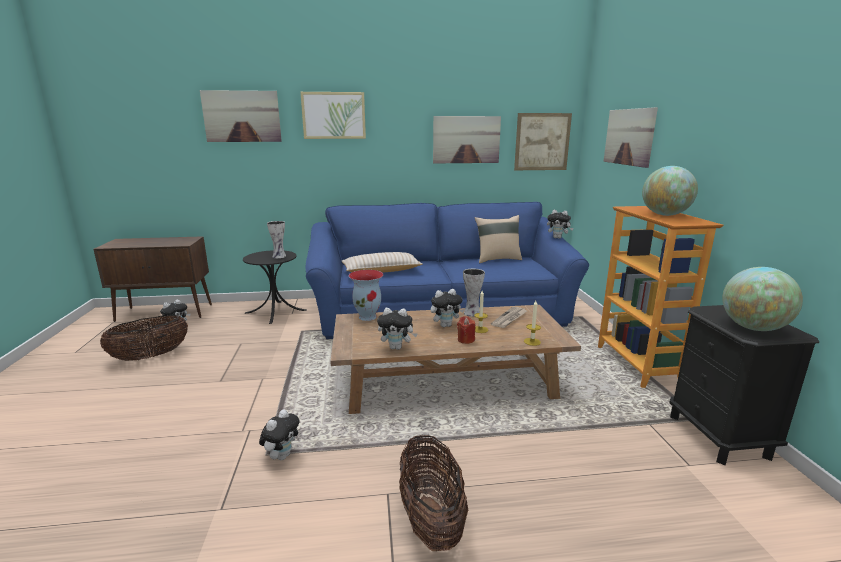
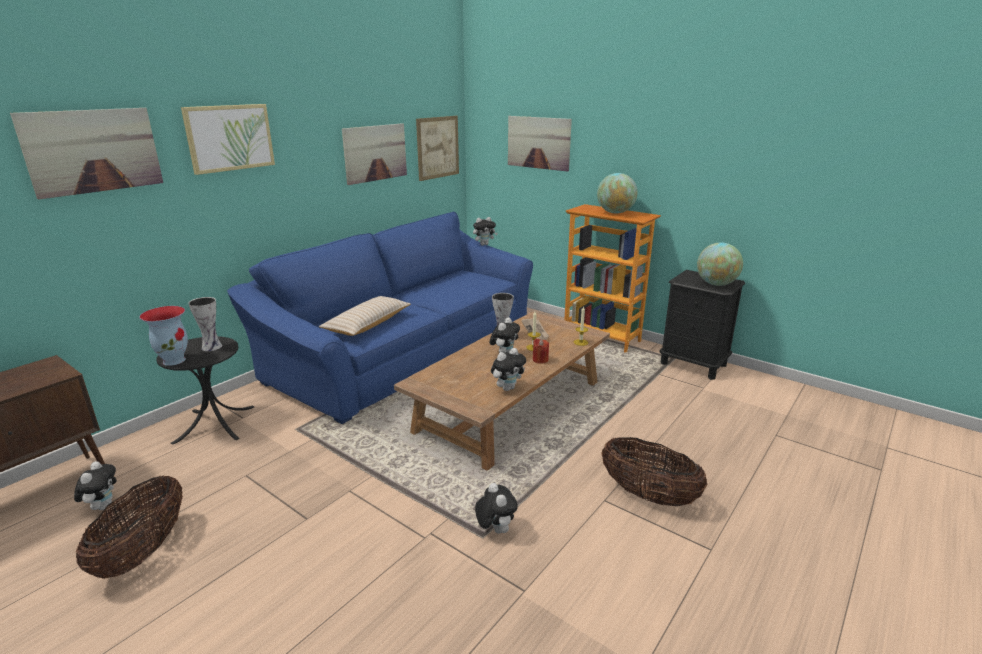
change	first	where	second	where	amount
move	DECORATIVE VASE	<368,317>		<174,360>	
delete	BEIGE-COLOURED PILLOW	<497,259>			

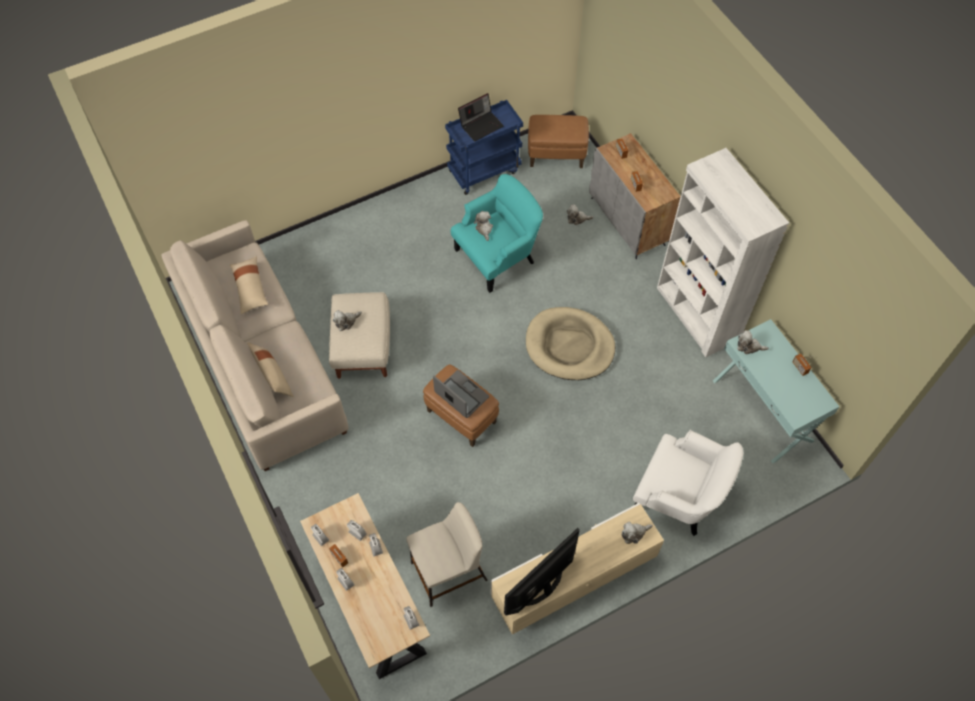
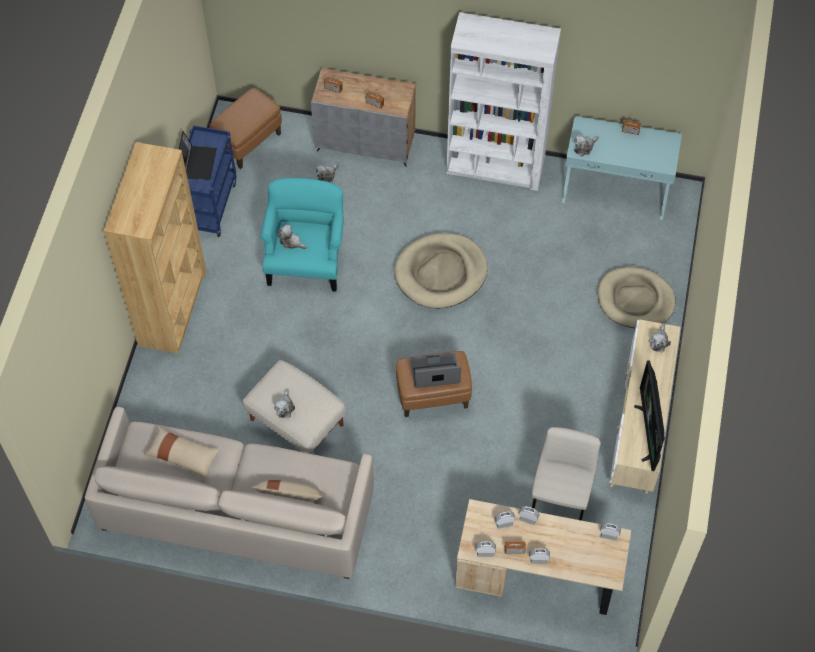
change	first	where	second	where	amount
insert			BROWN BOOKCASE	<172,307>	
replace	WHITE ARMCHAIR	<679,496>	BEIGE-COLOURED DOG BED	<635,300>	

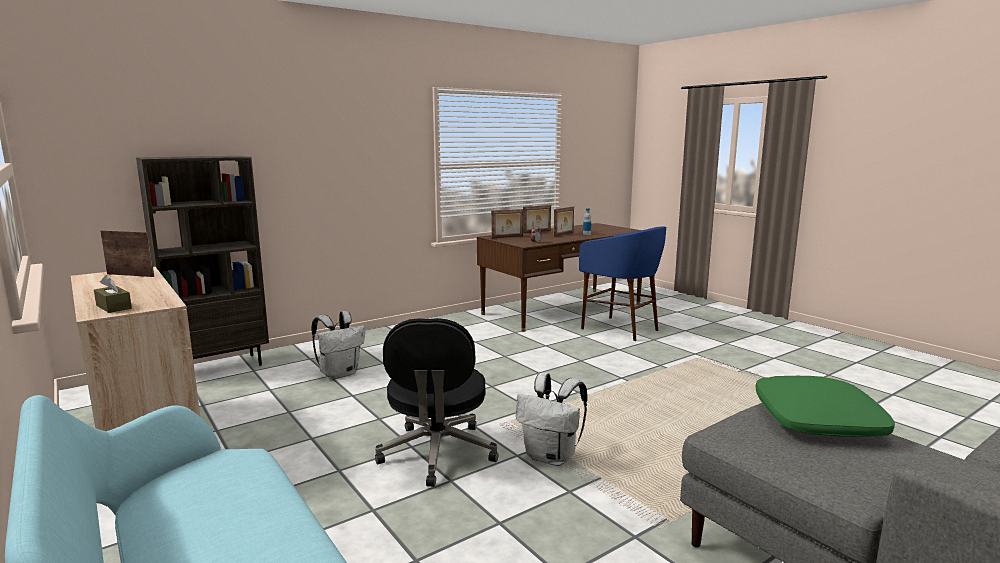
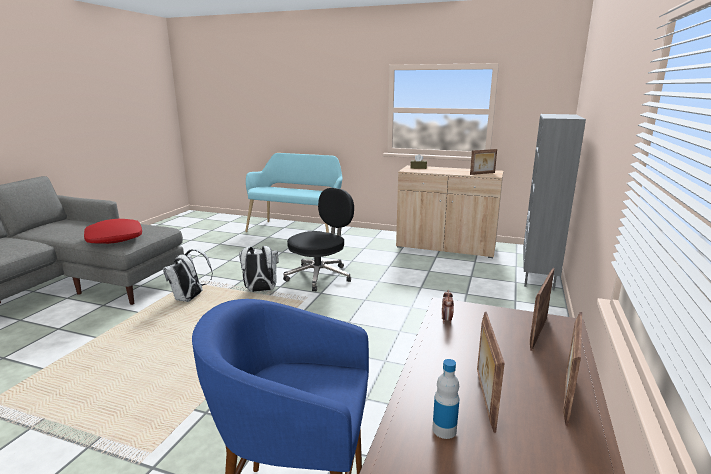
change	first	where	second	where	amount
recolor	GREEN-COLOURED PILLOW	<818,420>	RED-COLOURED PILLOW	<114,238>	
move	WHITE KNAPSACK	<340,373>		<190,298>	
rotate	BLACK-COLOURED COMPUTER CHAIR	<437,454>		<320,276>	75 degrees clockwise
recolor	BROWN BOOKCASE	<219,367>	GREY BOOKCASE	<539,277>	

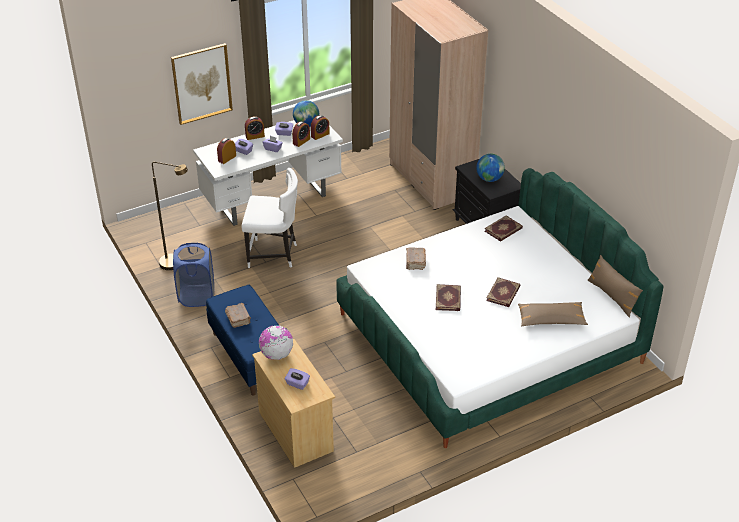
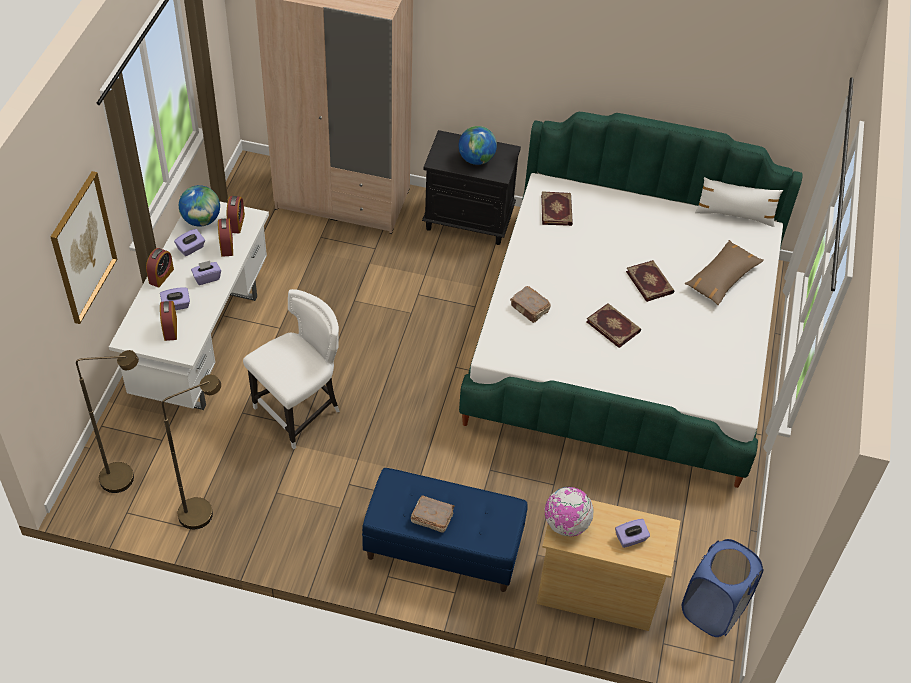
change	first	where	second	where	amount
insert			BROWN FLOOR LAMP	<127,477>	
move	BLUISH WASHING BASKET	<196,296>		<713,610>	
recolor	BROWN PILLOW	<612,296>	WHITE PILLOW	<734,215>	

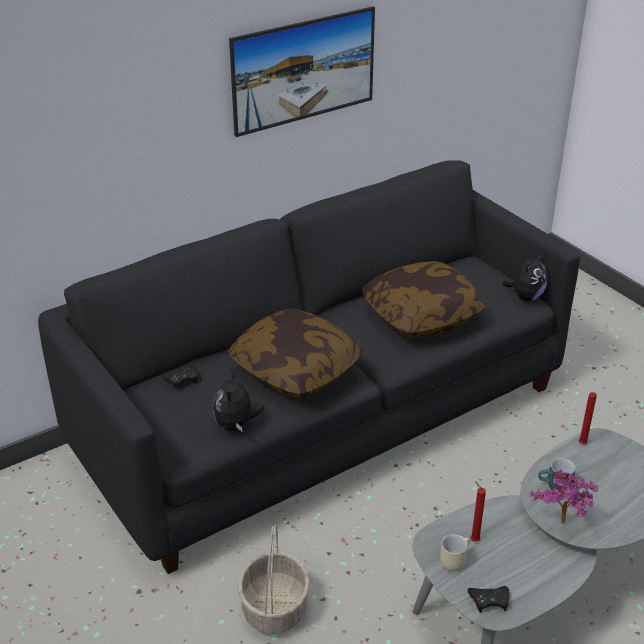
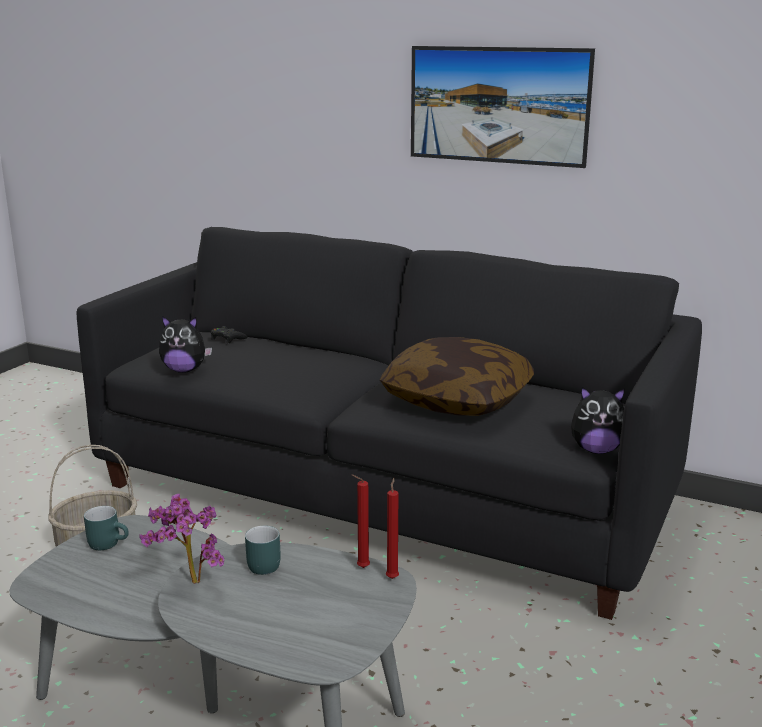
change	first	where	second	where	amount
recolor	BEIGE-COLOURED COFFEE MUG	<453,559>	TURQUOISE COFFEE MUG	<109,543>	
rotate	SOFT TOY	<236,425>		<184,370>	150 degrees counterclockwise
move	RED-COLOURED WAX LIGHT	<473,539>		<392,577>	
delete	PILLOW	<295,369>			
delete	BLACK-COLOURED GAMEPAD	<489,600>			

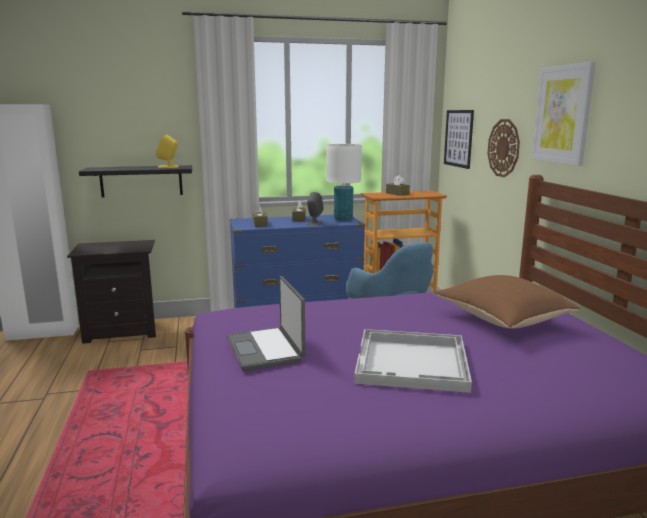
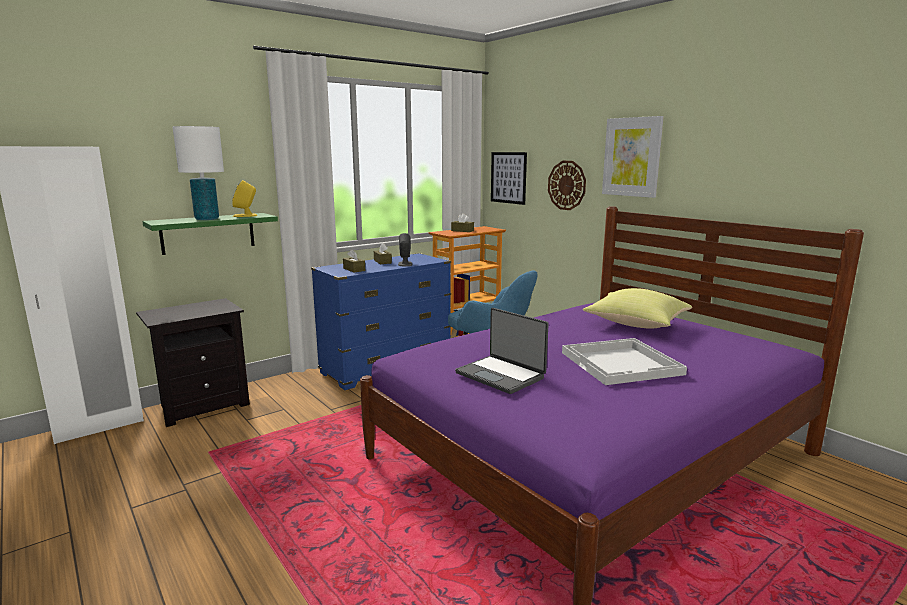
change	first	where	second	where	amount
recolor	BLACK-COLOURED SHELF	<141,181>	GREEN-COLOURED SHELF	<208,233>	
move	WHITE LAMP FOR A TABLE	<343,219>		<207,219>	
recolor	BROWN PILLOW	<500,320>	YELLOW-COLOURED PILLOW	<634,325>	

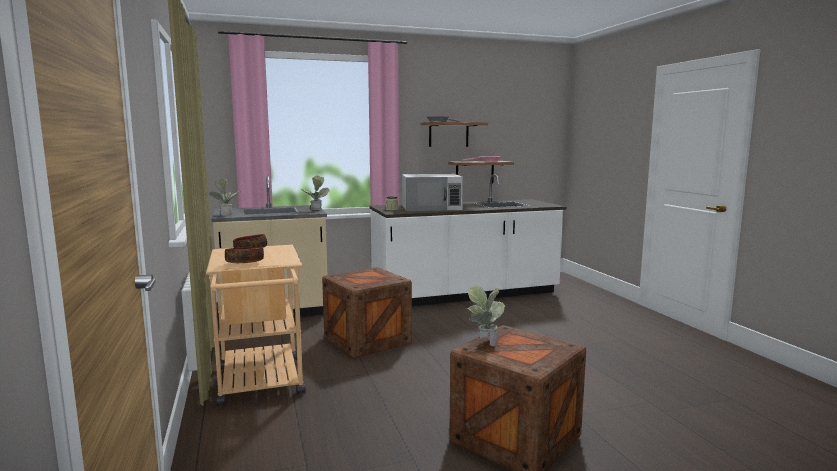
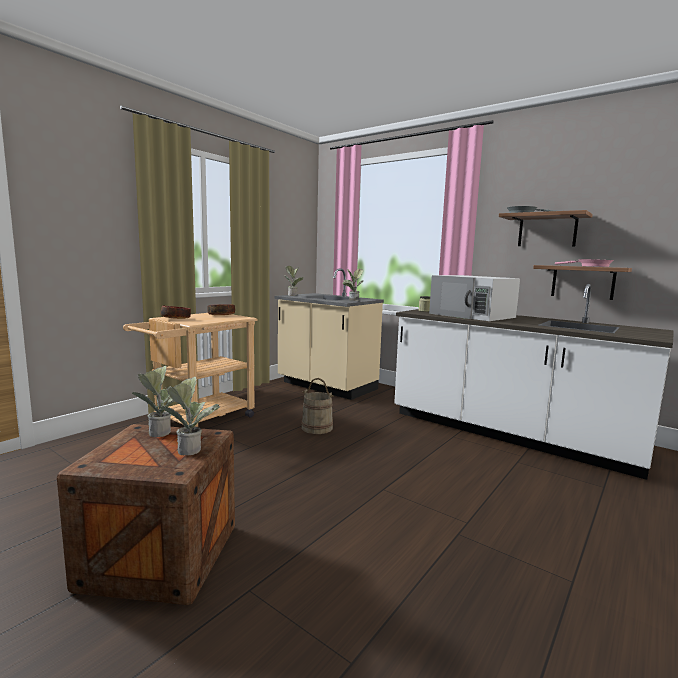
change	first	where	second	where	amount
insert			PLANT IN A POT	<190,448>	
replace	SHIPPING CRATE	<367,341>	BEIGE-COLOURED BUCKET	<317,427>	

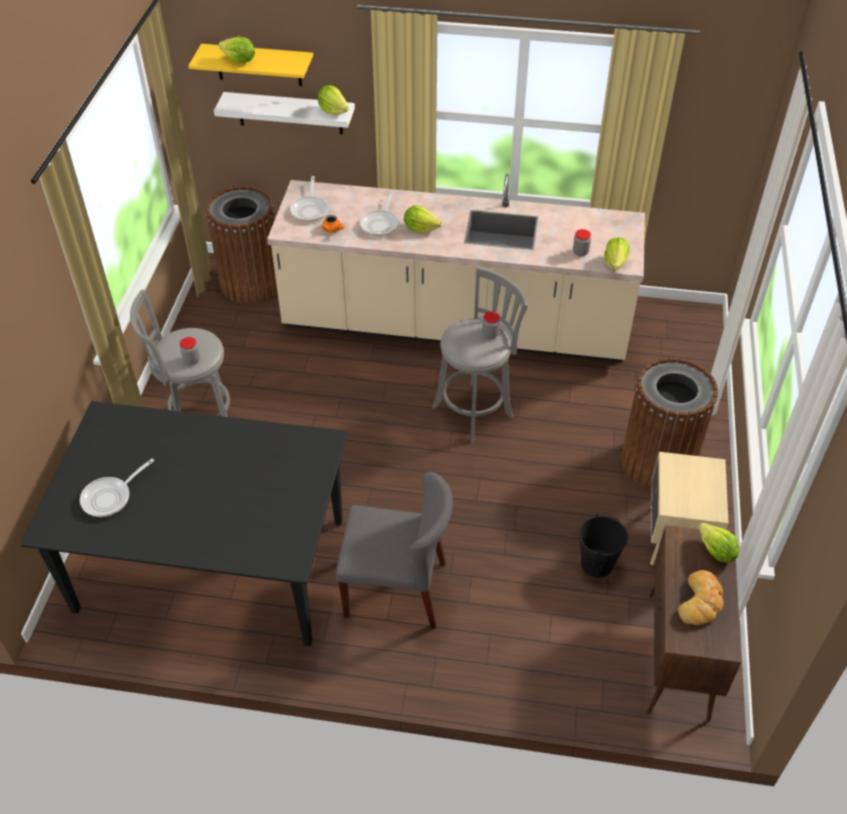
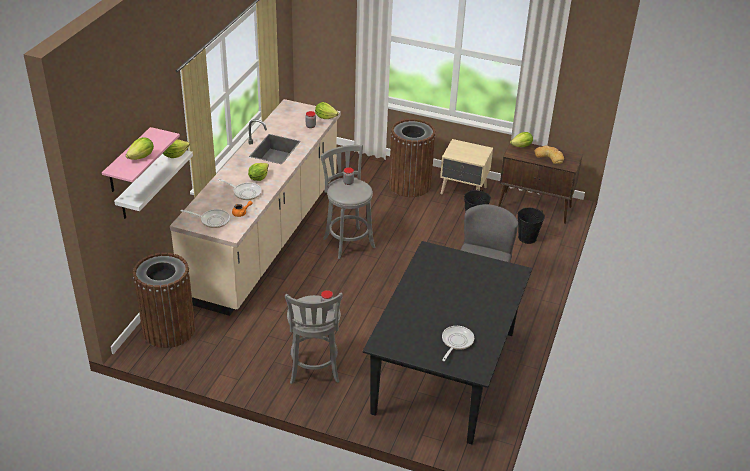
change	first	where	second	where	amount
recolor	YELLOW-COLOURED SHELF	<259,65>	PINK-COLOURED SHELF	<128,161>	
rotate	SKILLET	<110,497>		<456,342>	120 degrees counterclockwise
insert			BLACK-COLOURED BUCKET	<527,238>	

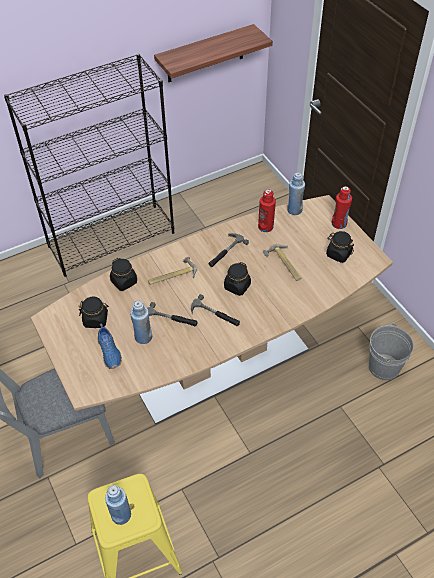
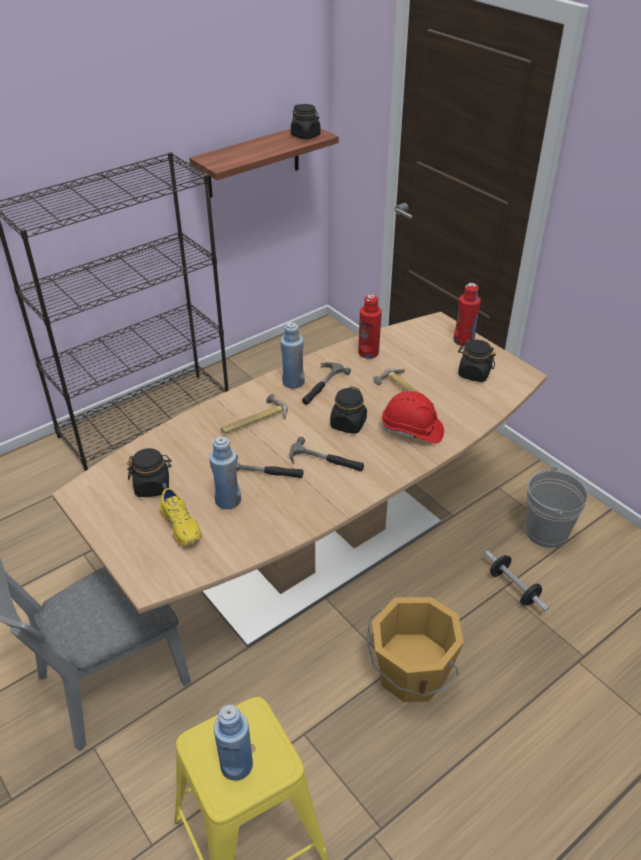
change	first	where	second	where	amount
recolor	BLUISH ITEM OF FOOTWEAR	<110,352>	YELLOW-COLOURED ITEM OF FOOTWEAR	<181,525>	
move	BLUISH DRINK BOTTLE	<294,210>		<293,382>	
move	BLACK-COLOURED JAR	<124,282>		<305,135>	
insert			ORANGE BUCKET	<411,674>	
insert			RED-COLOURED HARD HAT	<412,430>	
insert			FREE WEIGHT	<513,588>	

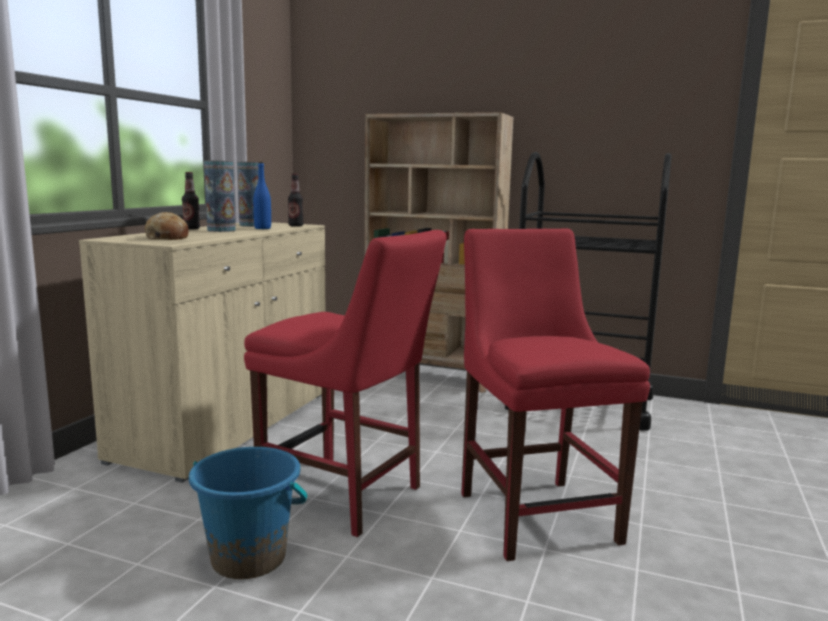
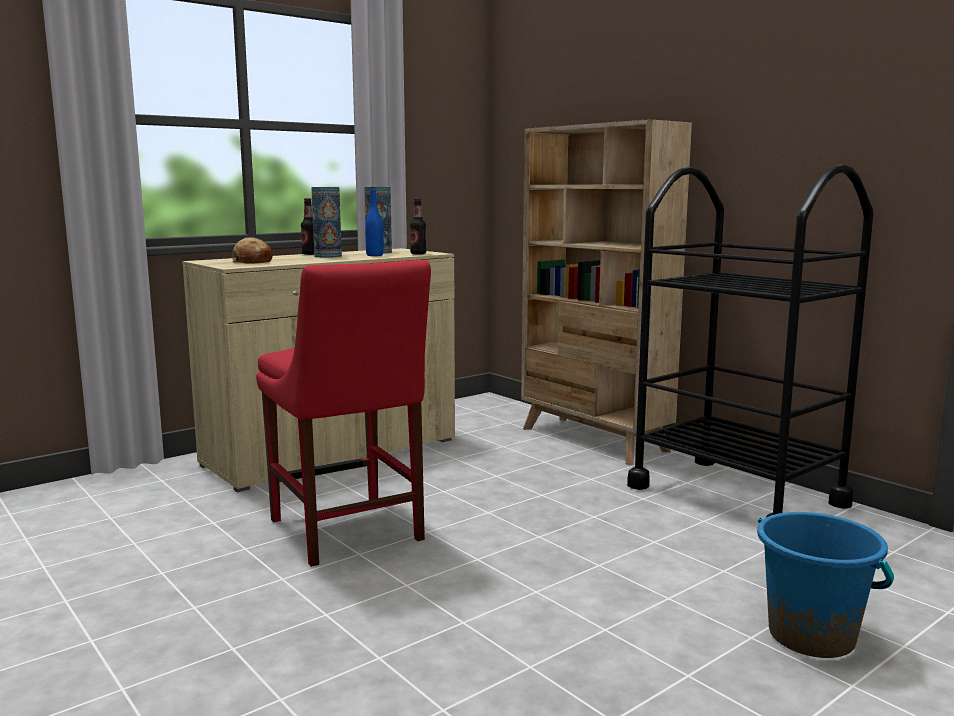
change	first	where	second	where	amount
move	BLUISH BUCKET	<249,558>		<812,636>	
delete	RED-COLOURED CHAIR	<534,513>			

